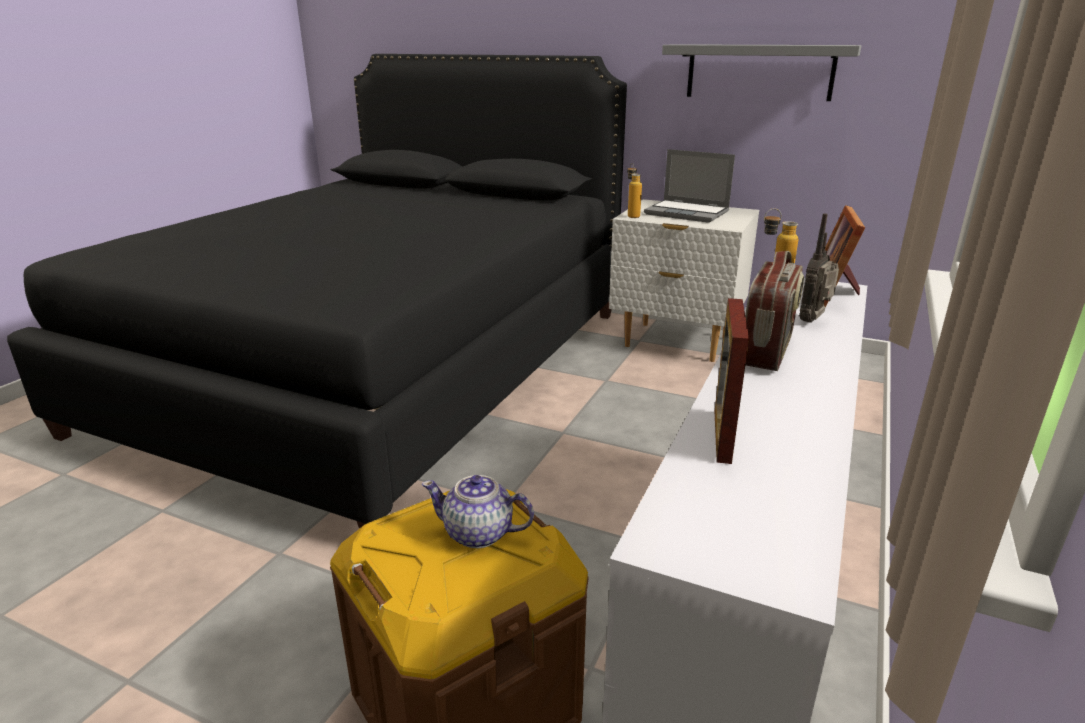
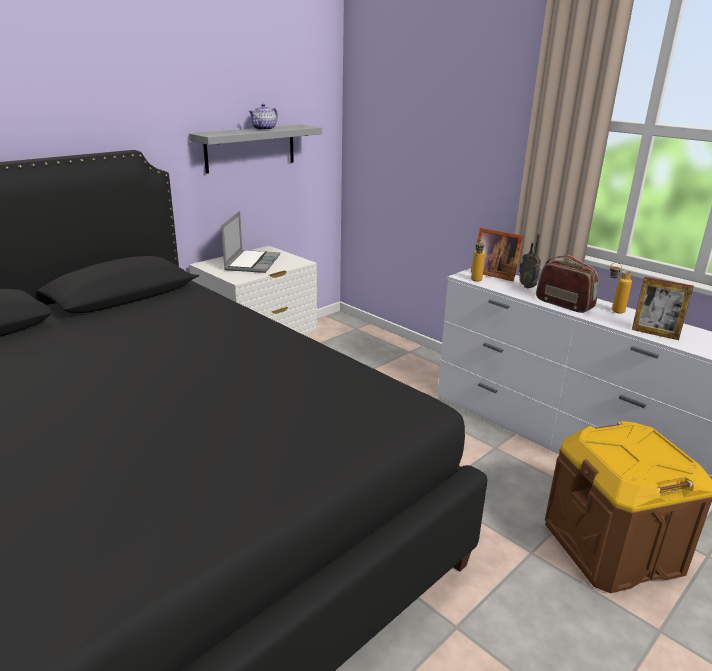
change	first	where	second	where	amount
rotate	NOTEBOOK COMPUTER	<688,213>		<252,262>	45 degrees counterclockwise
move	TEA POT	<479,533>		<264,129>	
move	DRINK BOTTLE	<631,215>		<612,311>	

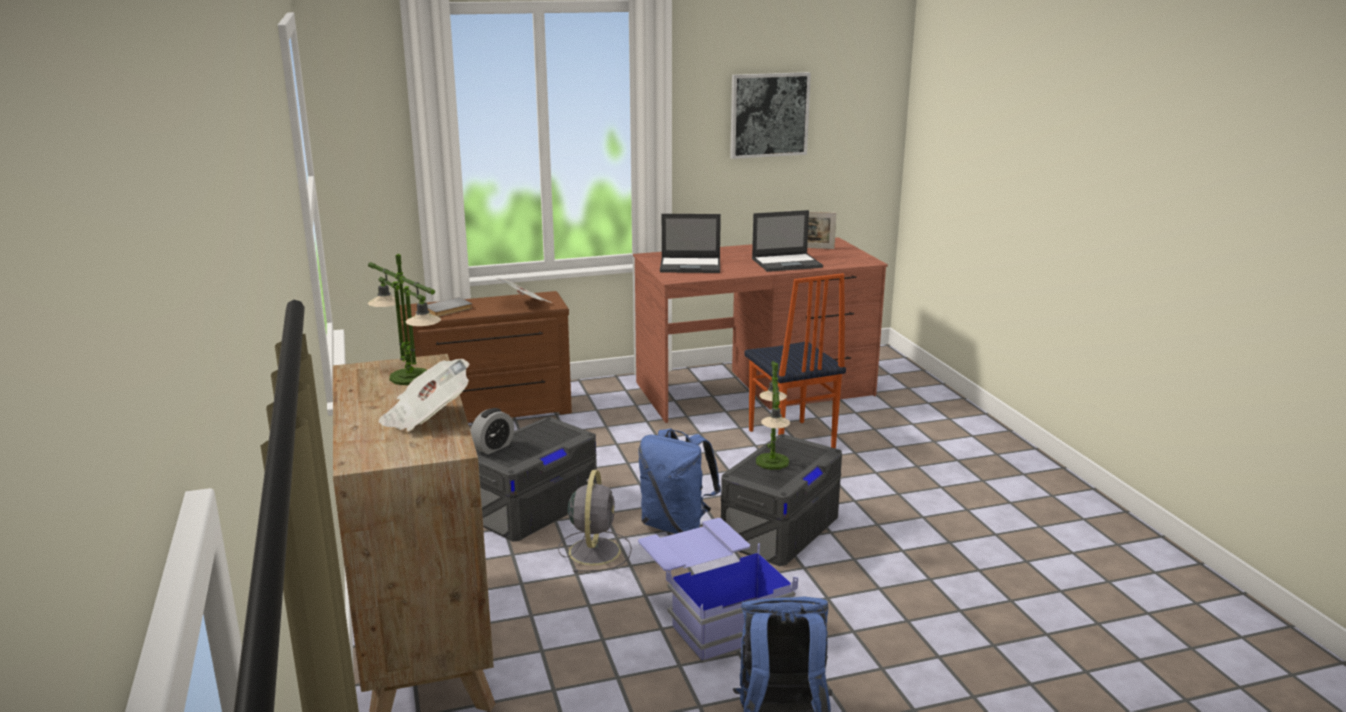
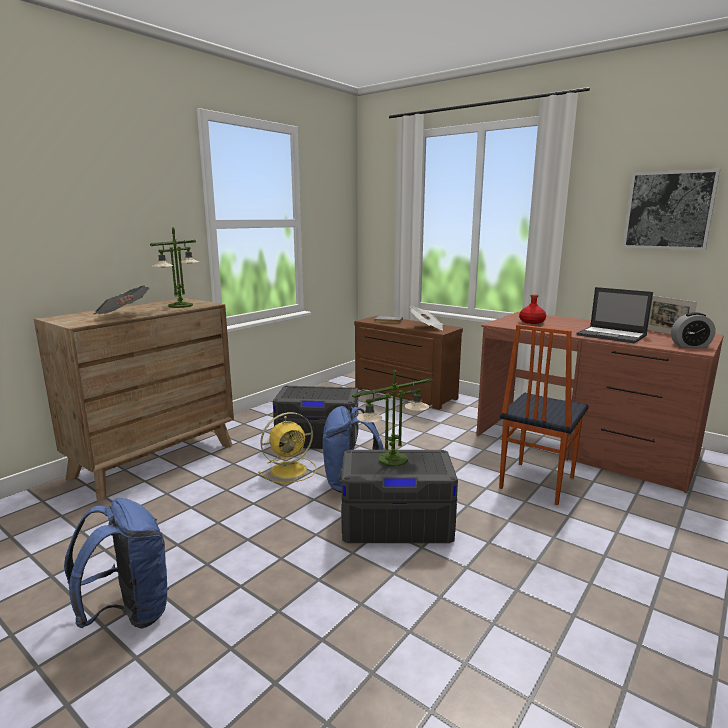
change	first	where	second	where	amount
recolor	GREY FAN	<595,550>	YELLOW-COLOURED FAN	<290,470>	
replace	NOTEBOOK COMPUTER	<691,266>	RED-COLOURED DRINK BOTTLE	<532,322>	
move	ALARM CLOCK	<493,447>		<690,345>	
delete	BLUISH STORAGE BOX	<712,612>			

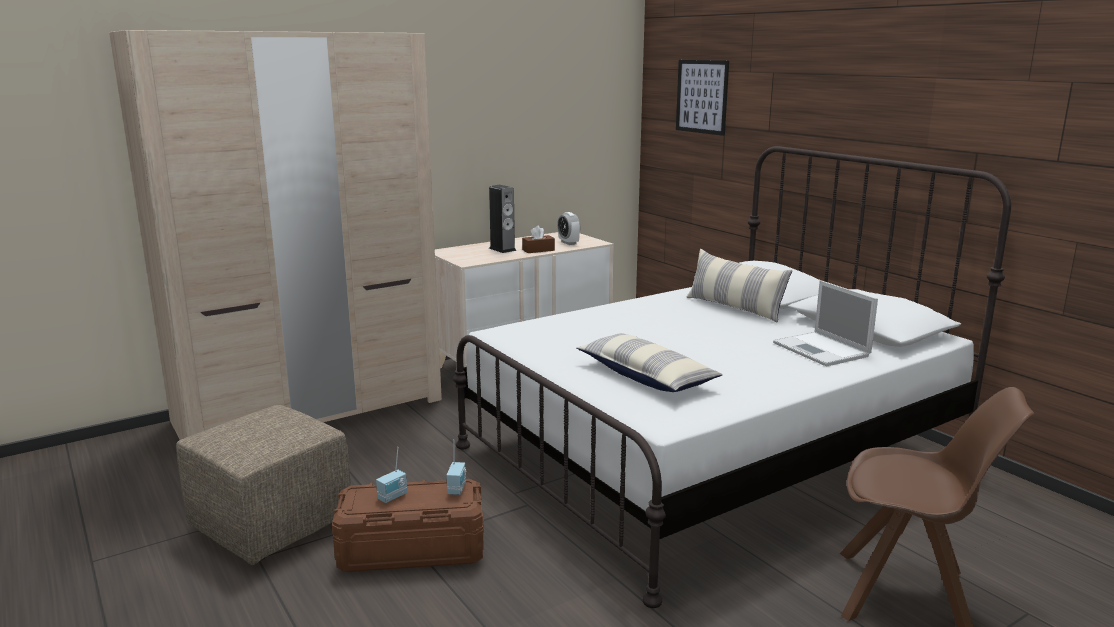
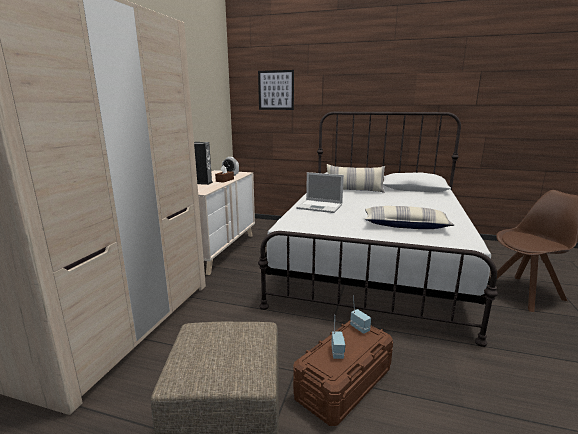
change	first	where	second	where	amount
move	NOTEBOOK COMPUTER	<822,350>		<320,206>	

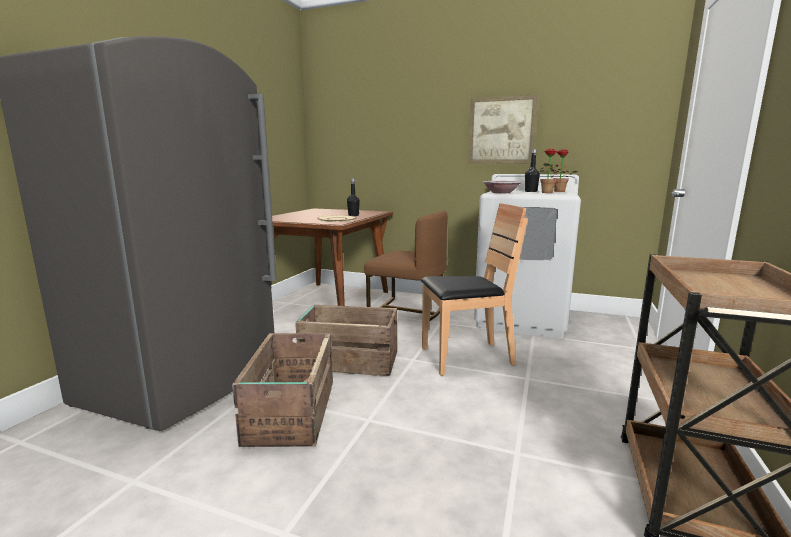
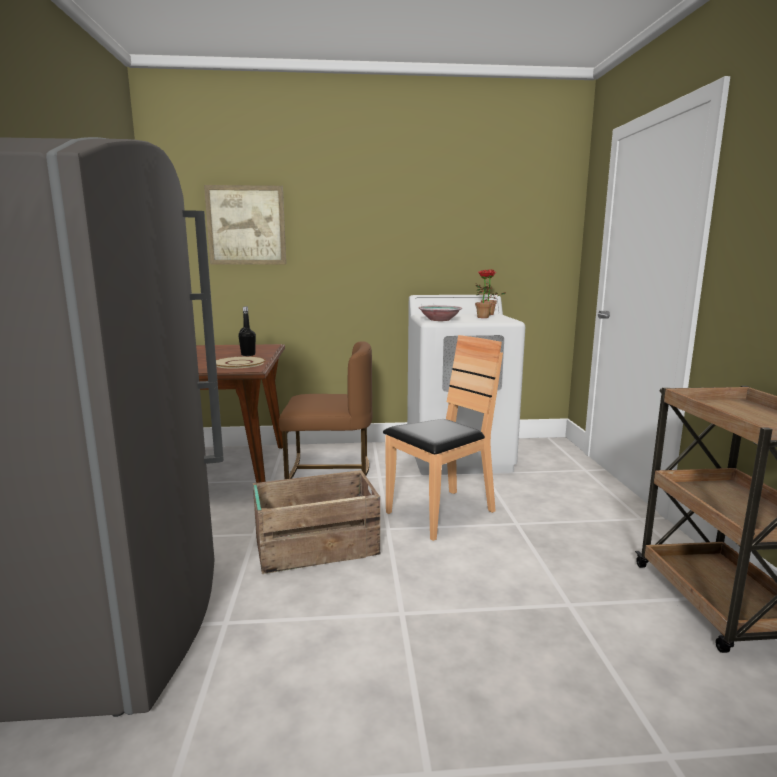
change	first	where	second	where	amount
move	WALL PICTURE	<501,130>		<246,225>	
delete	SHIPPING CRATE	<290,412>			
delete	BLACK-COLOURED DRINK BOTTLE	<531,191>			

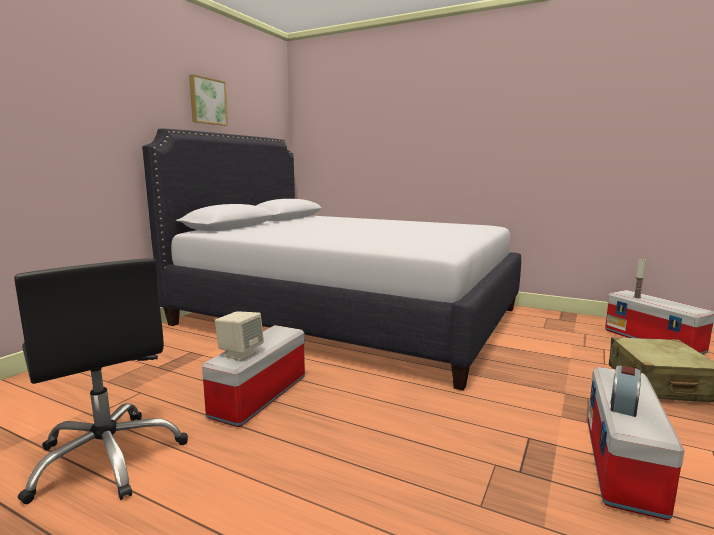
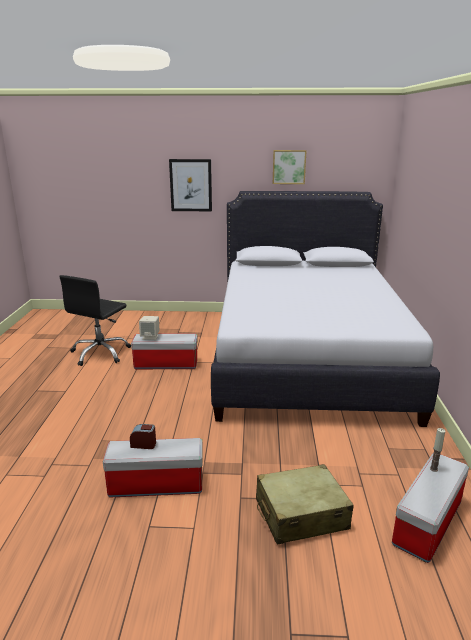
change	first	where	second	where	amount
insert			WALL PICTURE	<191,185>	

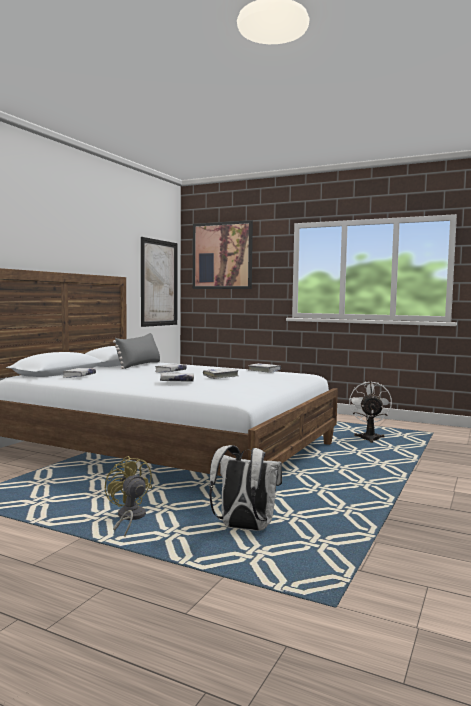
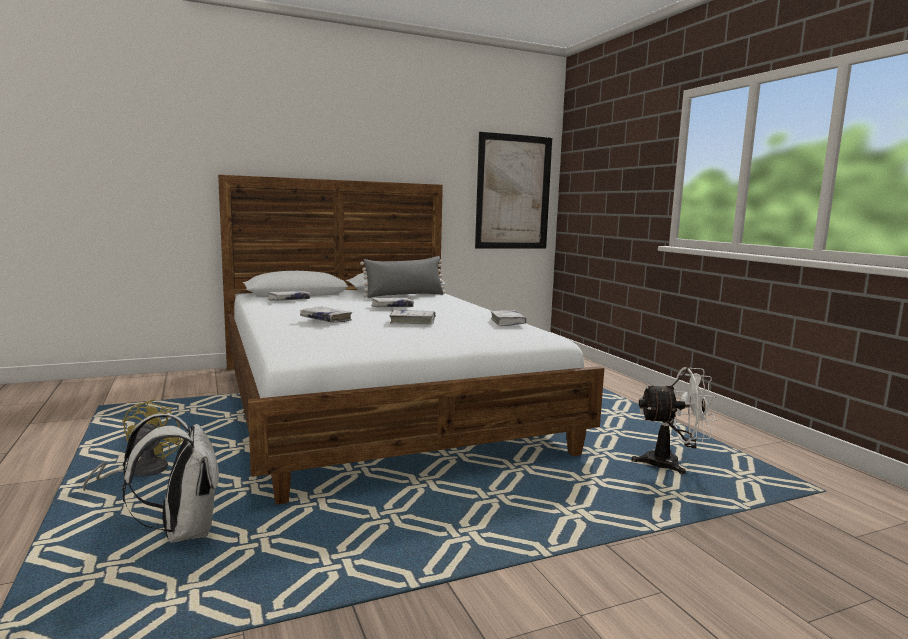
change	first	where	second	where	amount
rotate	WHITE FAN	<369,437>		<671,464>	45 degrees clockwise
delete	WALL PICTURE	<222,255>			

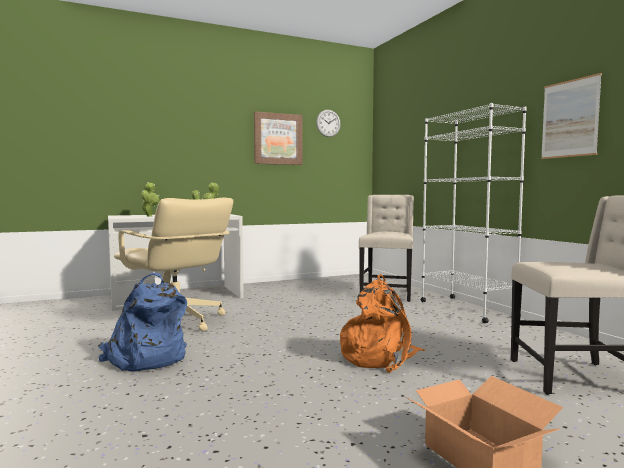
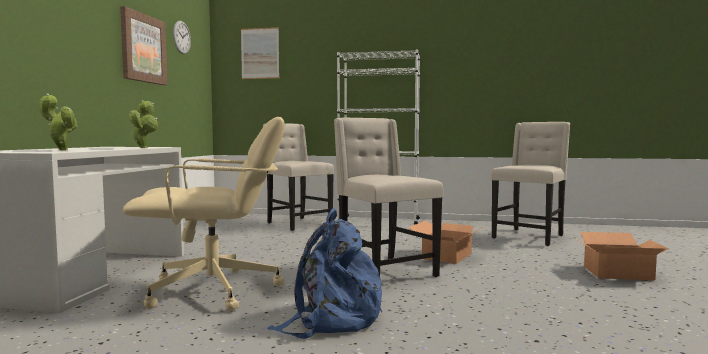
change	first	where	second	where	amount
move	WALL PICTURE	<569,118>		<260,53>	
insert			BEIGE-COLOURED CHAIR	<384,272>	
replace	ORANGE KNAPSACK	<380,357>	CARTON	<447,256>	

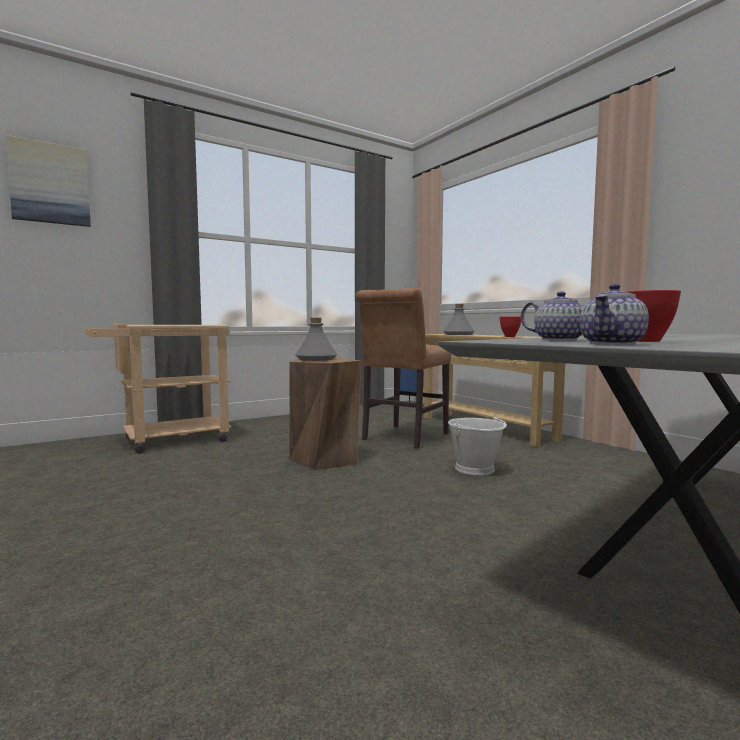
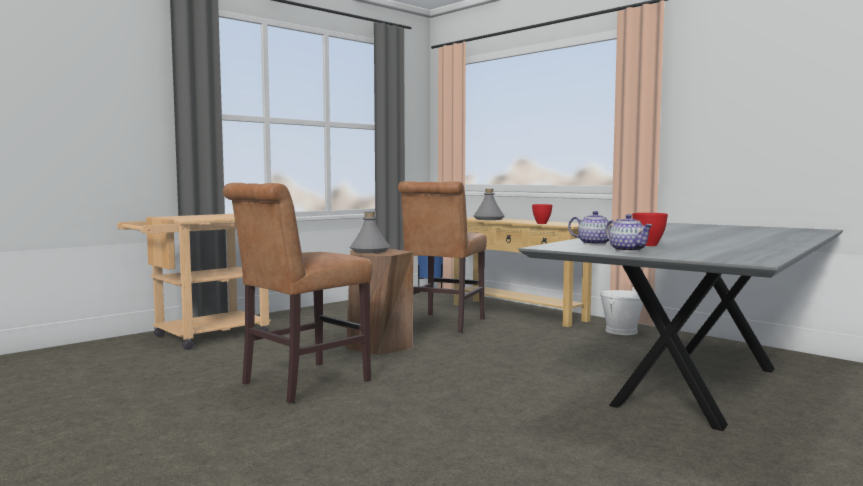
change	first	where	second	where	amount
insert			BROWN CHAIR	<300,384>	
move	WHITE BUCKET	<475,469>		<622,331>	
rotate	TEA POT	<613,343>		<627,250>	60 degrees counterclockwise
delete	WALL PICTURE	<50,184>			

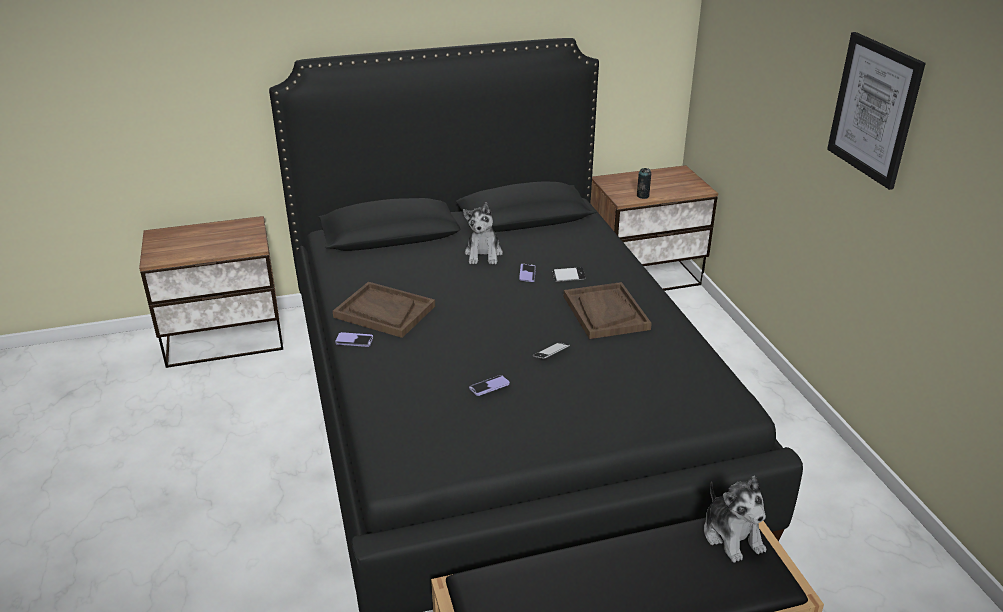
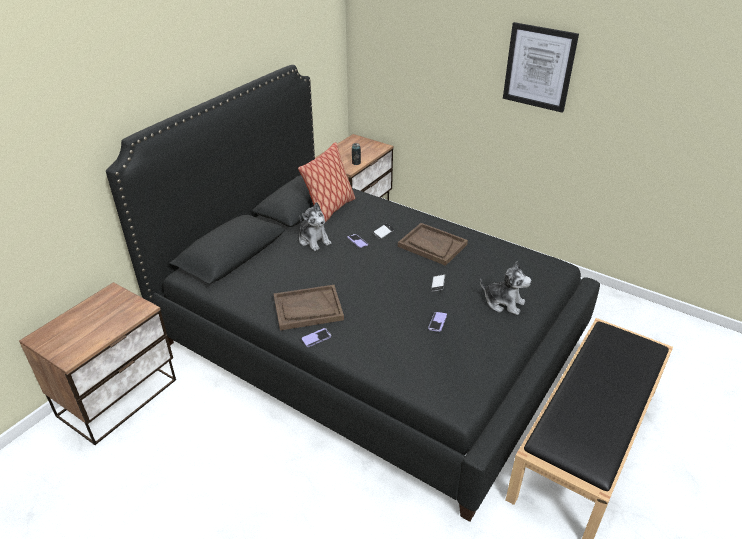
change	first	where	second	where	amount
insert			PILLOW	<330,210>	
move	SOFT TOY	<732,536>		<503,303>	

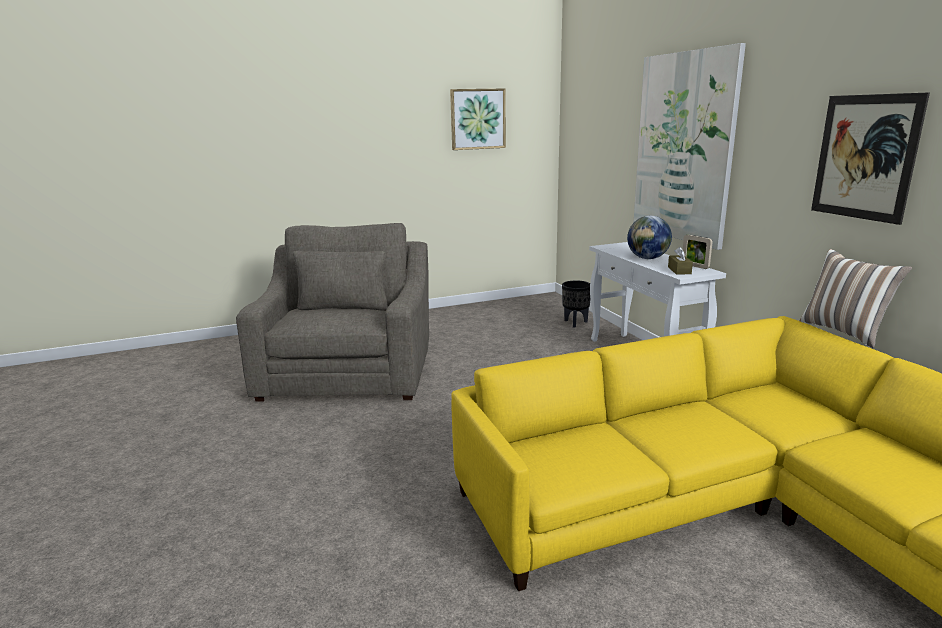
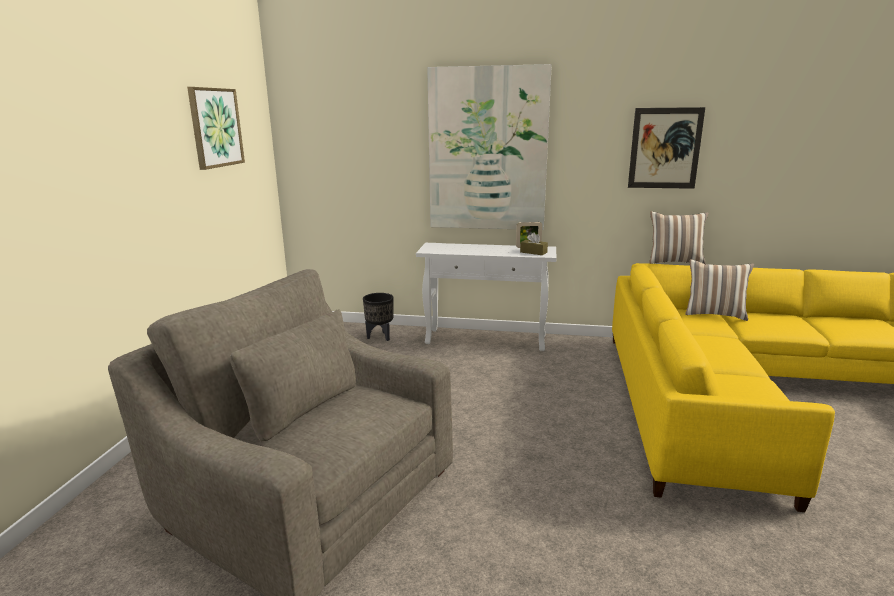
change	first	where	second	where	amount
insert			PILLOW	<714,314>	
delete	GLOBE	<647,258>			

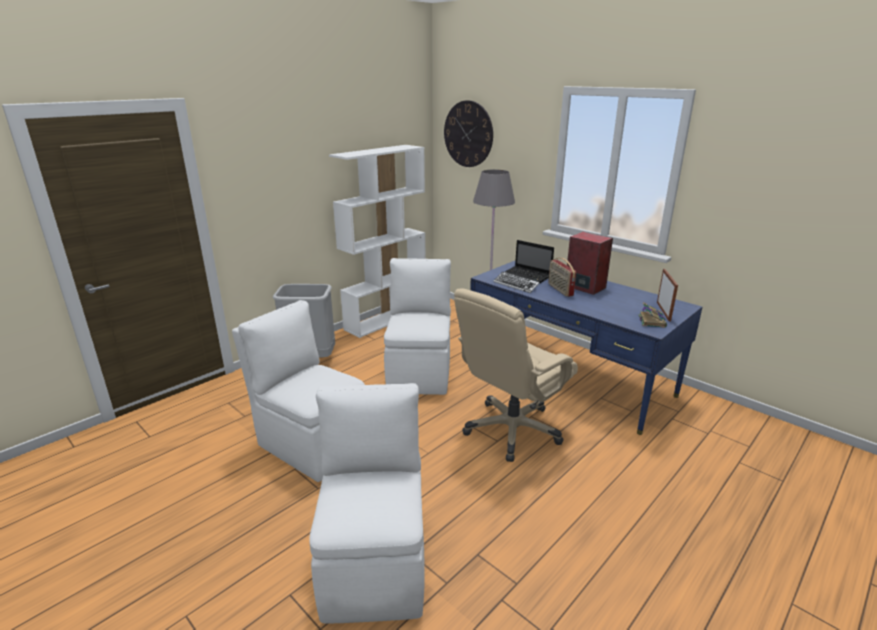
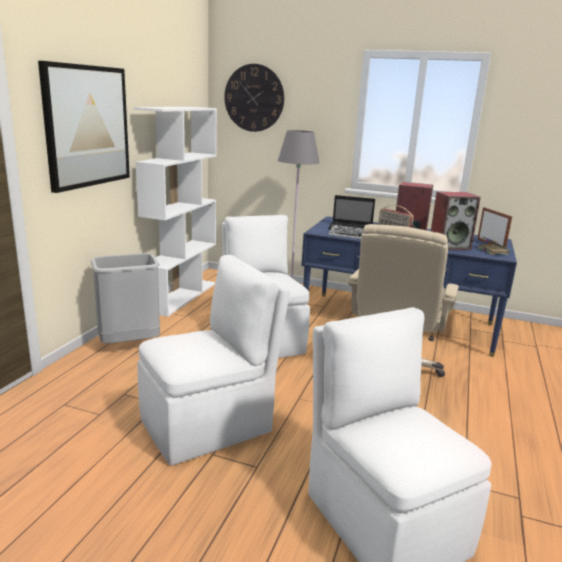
change	first	where	second	where	amount
insert			WALL PICTURE	<87,126>	
rotate	WHITE CHAIR	<312,443>		<209,425>	135 degrees clockwise
insert			SPEAKER	<449,246>	

